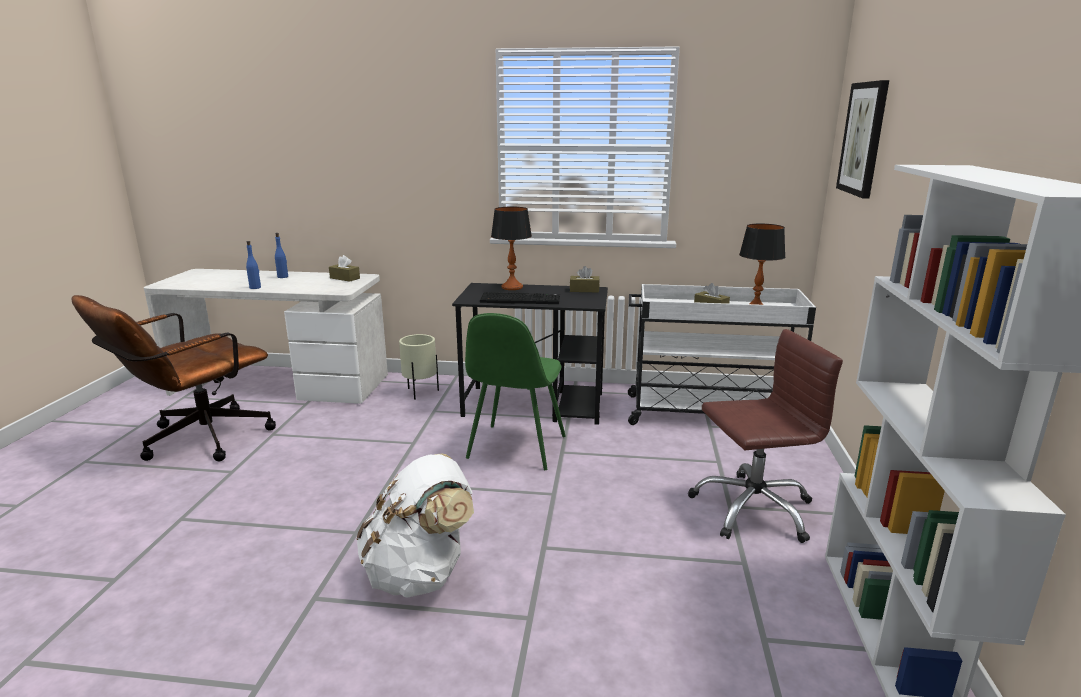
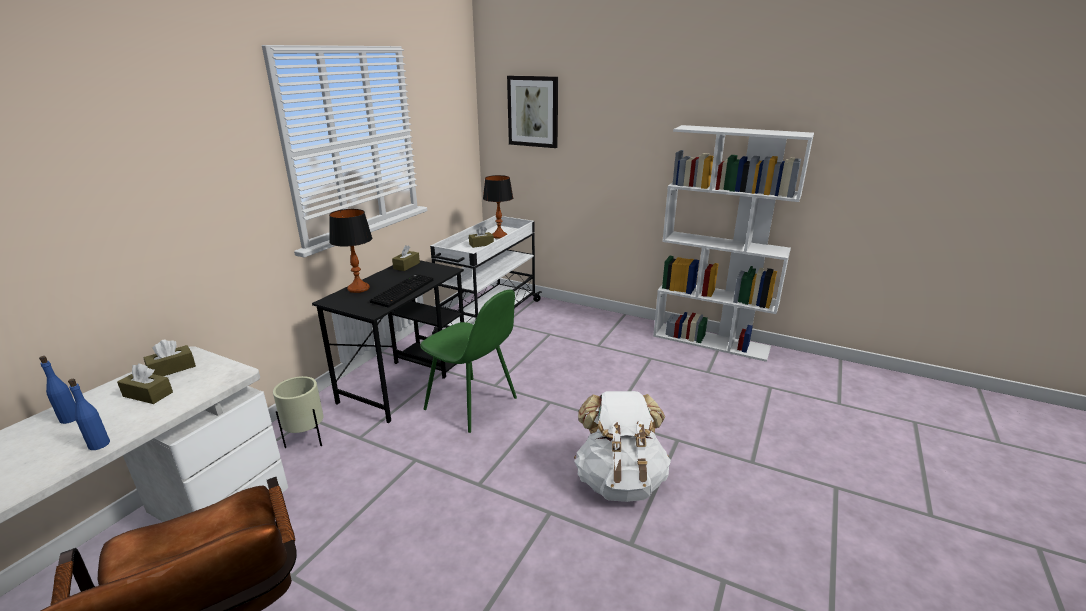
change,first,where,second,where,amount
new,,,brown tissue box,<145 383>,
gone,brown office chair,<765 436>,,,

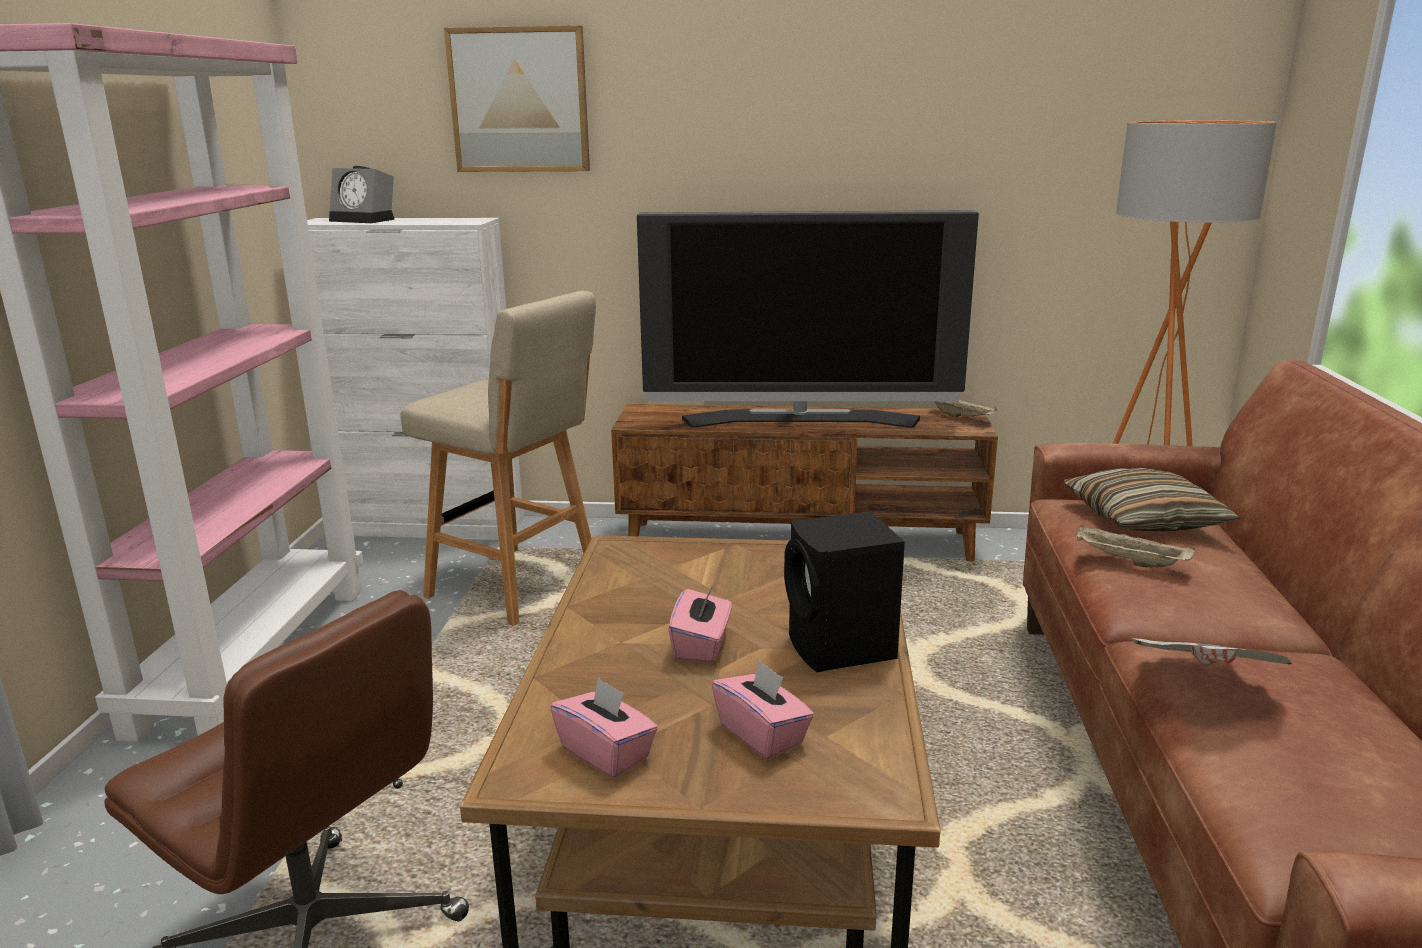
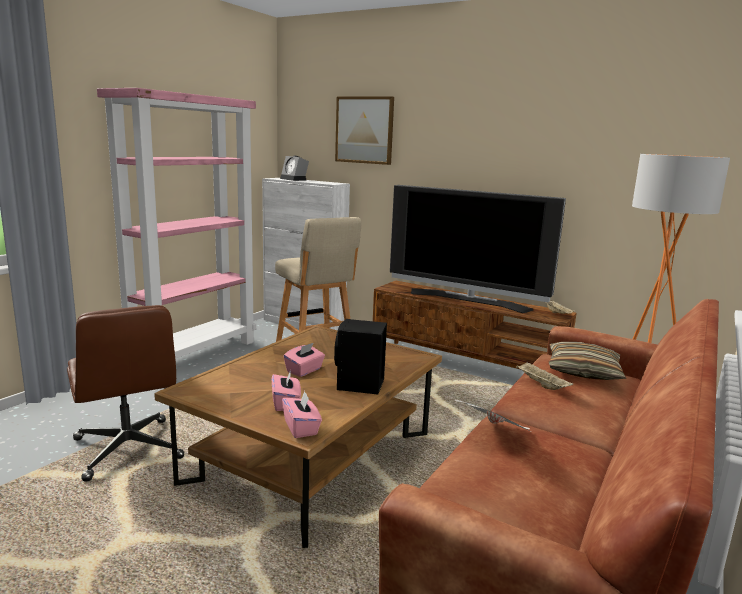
change,first,where,second,where,amount
shifted,pink tissue box,<604 727>,,<302 414>,

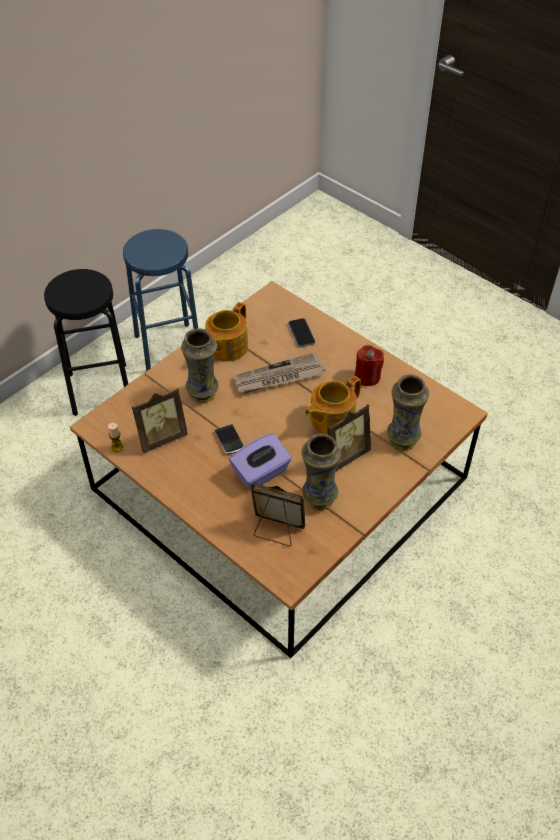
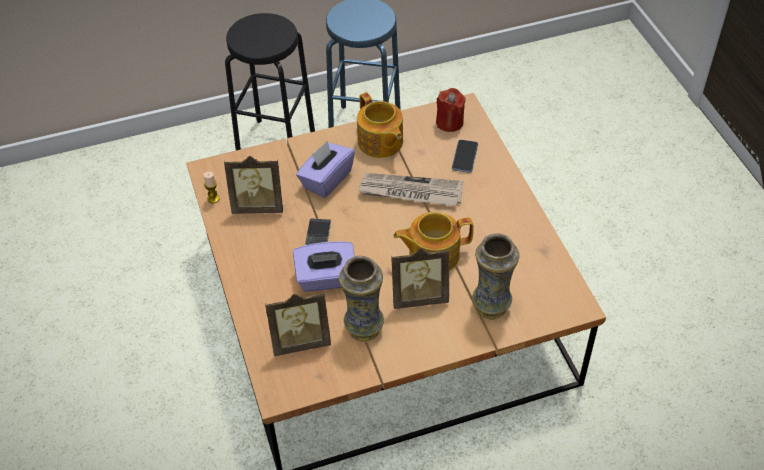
change,first,where,second,where,amount
rotated,picture frame,<278 514>,,<298 324>,120 degrees clockwise
swapped,vase,<199 365>,purple tissue box,<325 169>,
rotated,teapot,<226 331>,,<380 125>,90 degrees counterclockwise
shifted,red candle,<369 365>,,<451 110>,

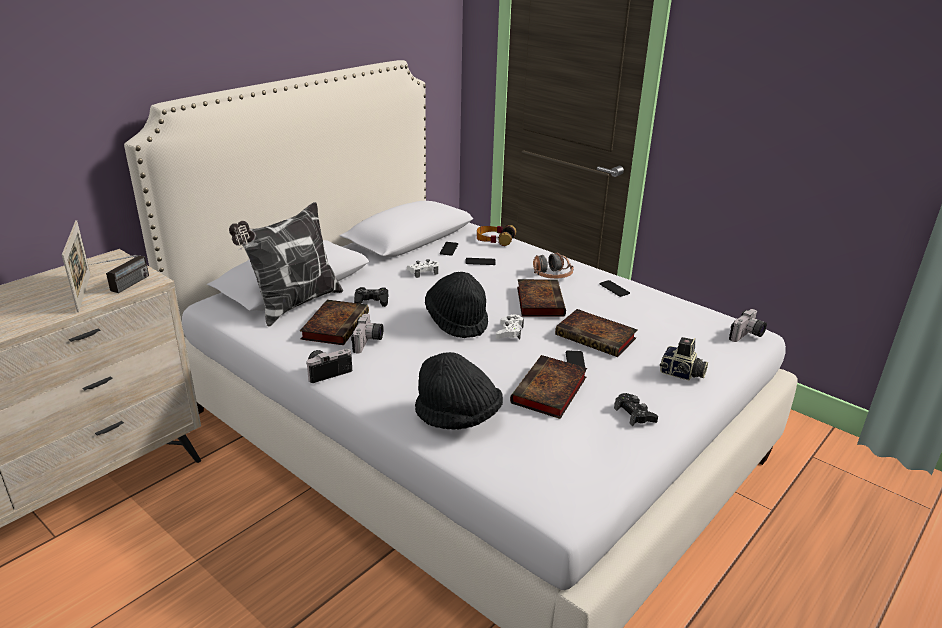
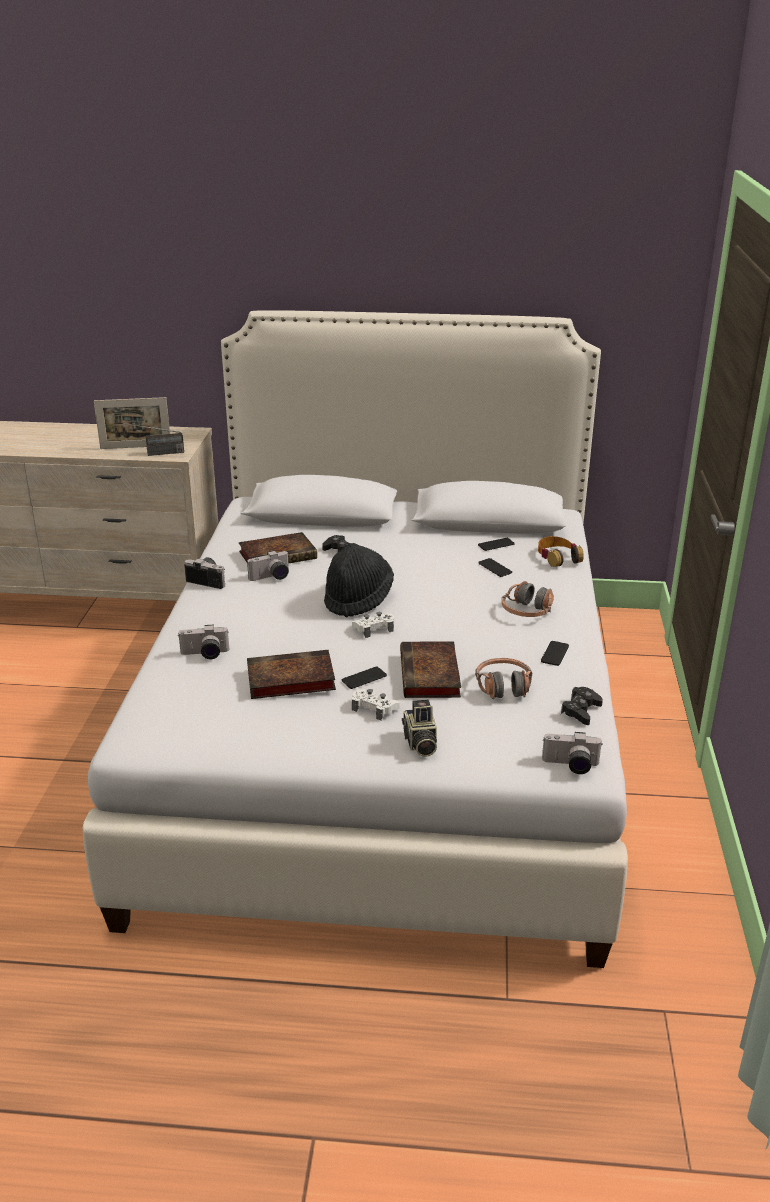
change,first,where,second,where,amount
rotated,picture frame,<76 266>,,<132 423>,45 degrees clockwise
swapped,black hat,<459 391>,photo camera,<203 641>,
shifted,white game controller,<423 268>,,<376 704>,
new,,,headphones,<503 678>,
shifted,black game controller,<636 409>,,<582 706>,
gone,pillow,<286 264>,,,
gone,book,<541 298>,,,

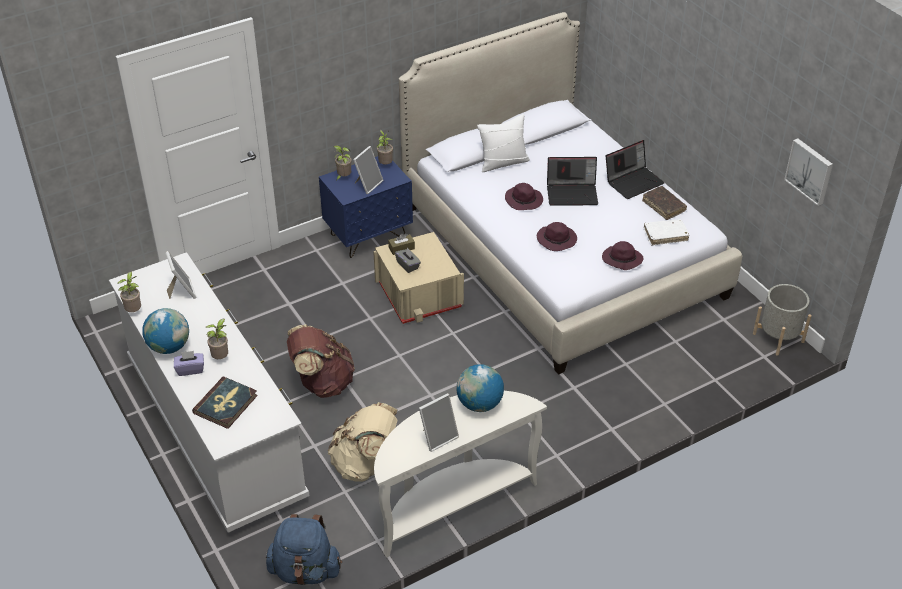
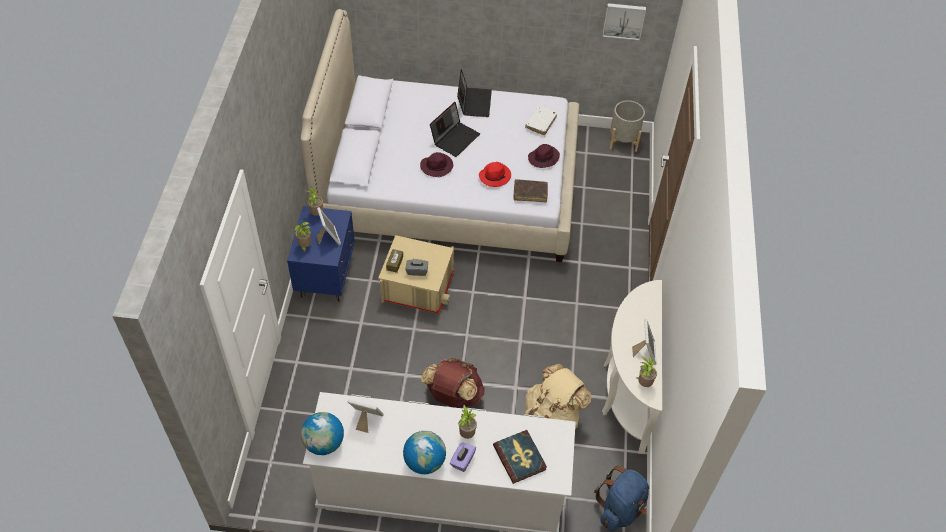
change,first,where,second,where,amount
shifted,globe,<480 388>,,<322 433>,
repainted,purple hat,<557 236>,red hat,<495 174>,
shifted,brown book,<664 203>,,<531 190>,
shifted,potted plant,<129 292>,,<647 371>,
gone,white pillow,<503 143>,,,

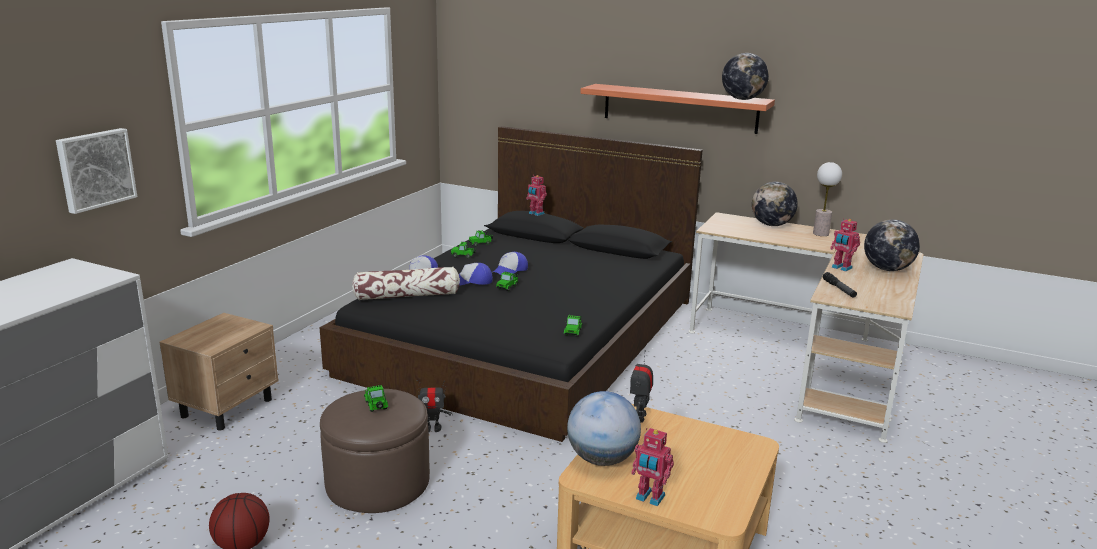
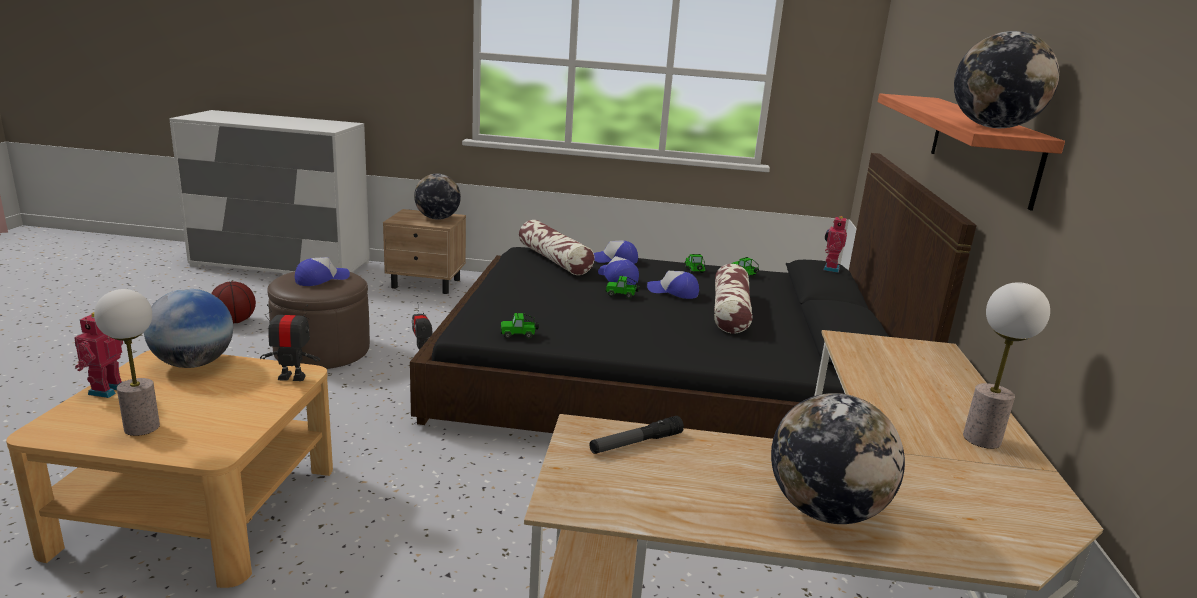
change,first,where,second,where,amount
new,,,table lamp,<127 362>,
swapped,toy car,<376 398>,cap,<322 271>,
shifted,globe,<775 204>,,<437 197>,
new,,,pillow,<733 298>,
gone,picture,<96 171>,,,
gone,toy robot,<845 244>,,,

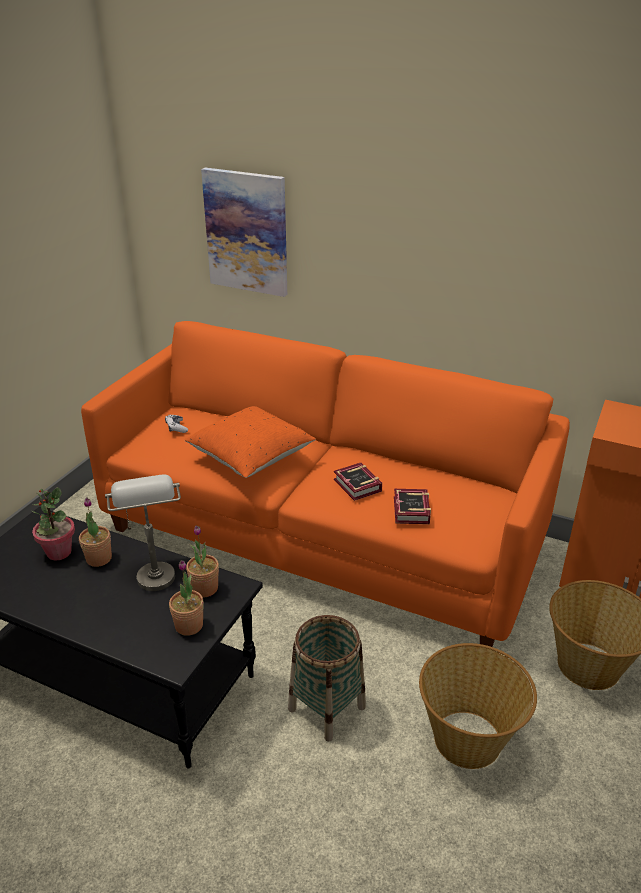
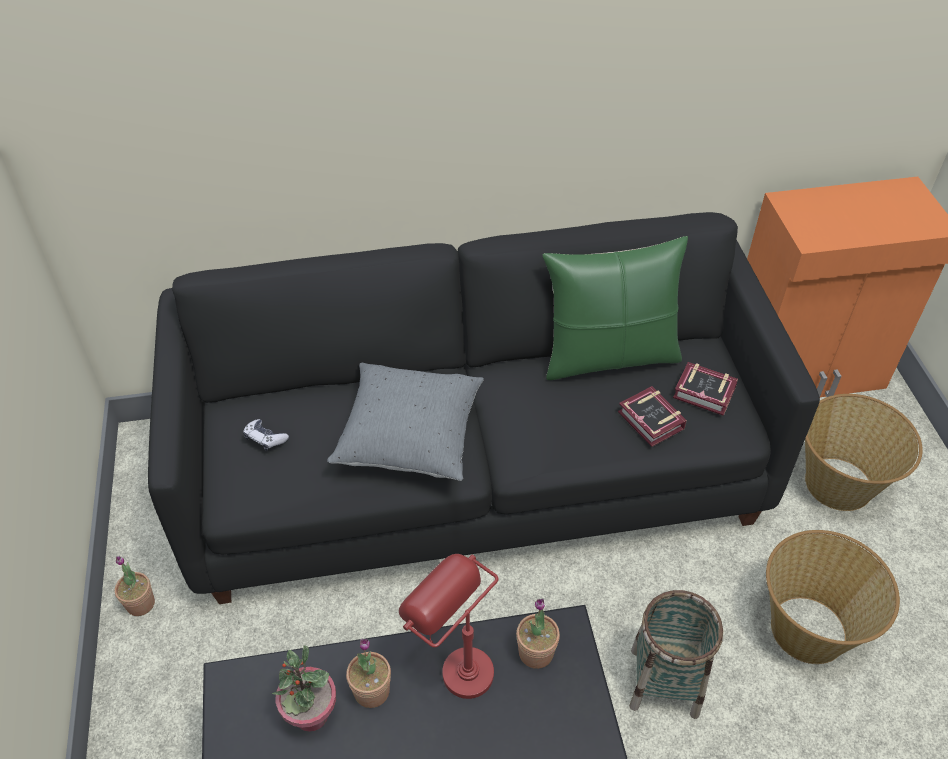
change,first,where,second,where,amount
shifted,potted plant,<186 598>,,<135 586>,
repainted,orange sofa,<325 484>,black sofa,<484 408>,
repainted,orange pillow,<250 442>,grey pillow,<405 422>,
repainted,grey table lamp,<143 532>,red table lamp,<448 626>,
new,,,green pillow,<615 308>,
shifted,book,<358 482>,,<705 389>,
gone,picture,<244 232>,,,

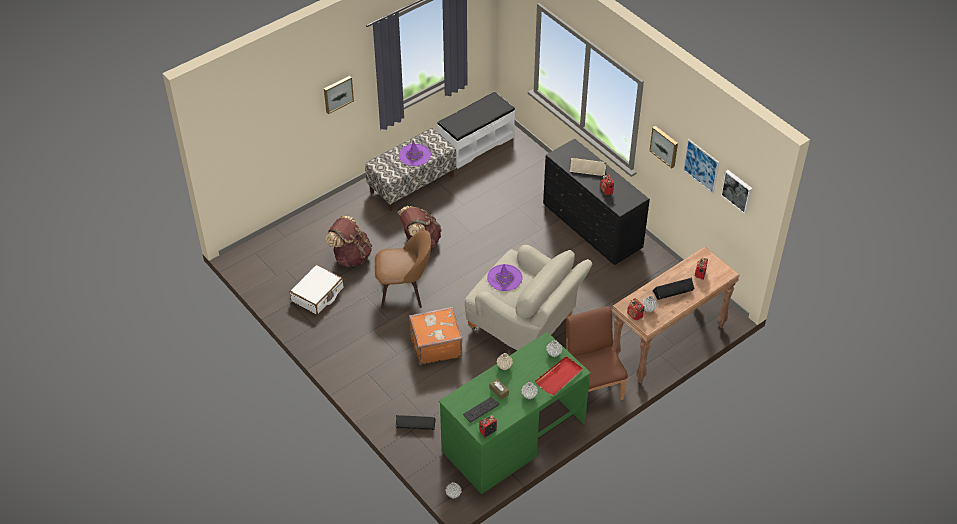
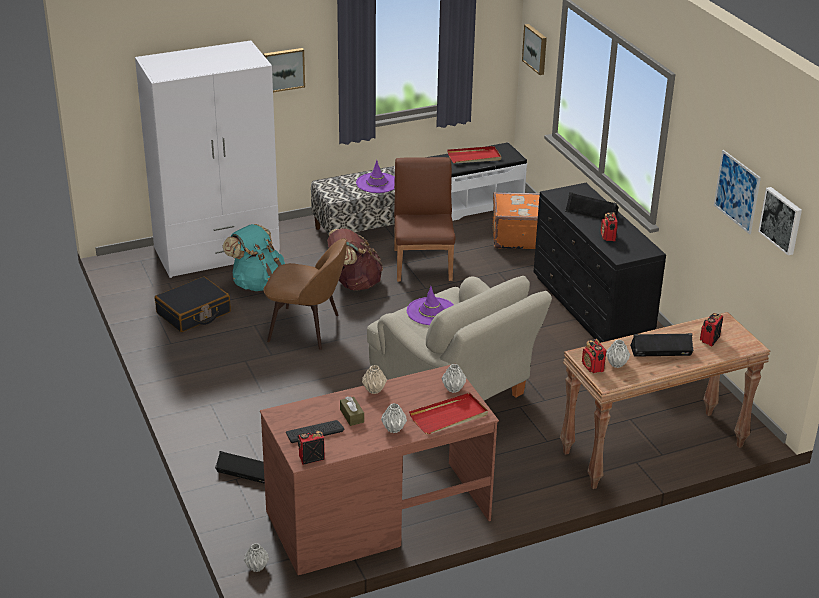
change,first,where,second,where,amount
new,,,white wardrobe,<207 159>,
repainted,white suitcase,<317 290>,black suitcase,<193 304>,
repainted,brown backpack,<348 241>,turquoise backpack,<254 257>,
repainted,green desk,<515 413>,brown desk,<379 470>,
shifted,brown chair,<596 353>,,<425 219>,
new,,,red tray,<474 154>,
shifted,orange suitcase,<436 336>,,<516 220>,
shifted,picture,<663 147>,,<534 49>,
repainted,beige speaker,<588 167>,black speaker,<592 206>,

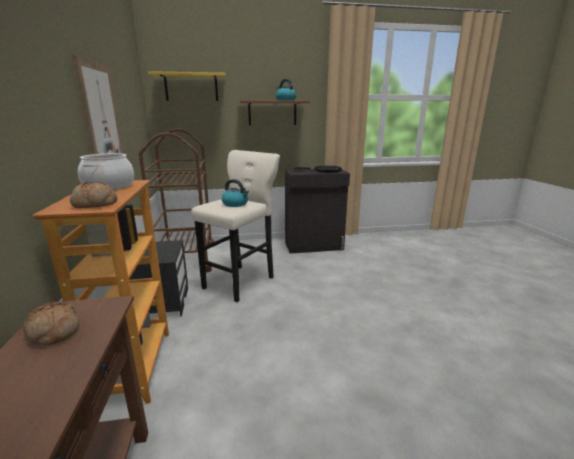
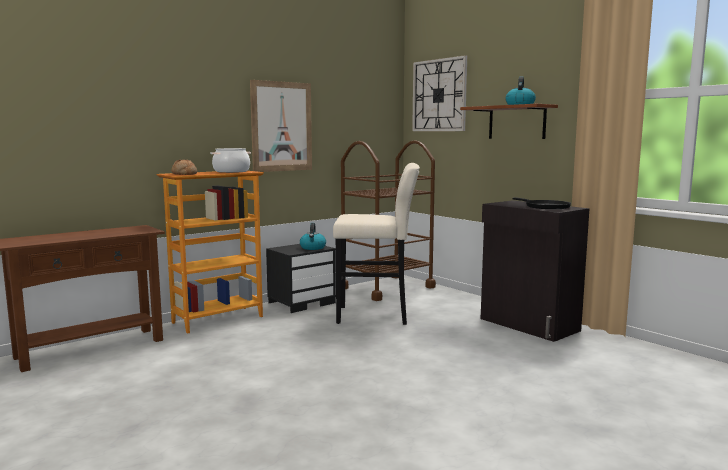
change,first,where,second,where,amount
shifted,kettle,<235 193>,,<313 236>,
swapped,yellow shelf,<187 86>,wall clock,<439 93>,
gone,bread,<51 323>,,,

